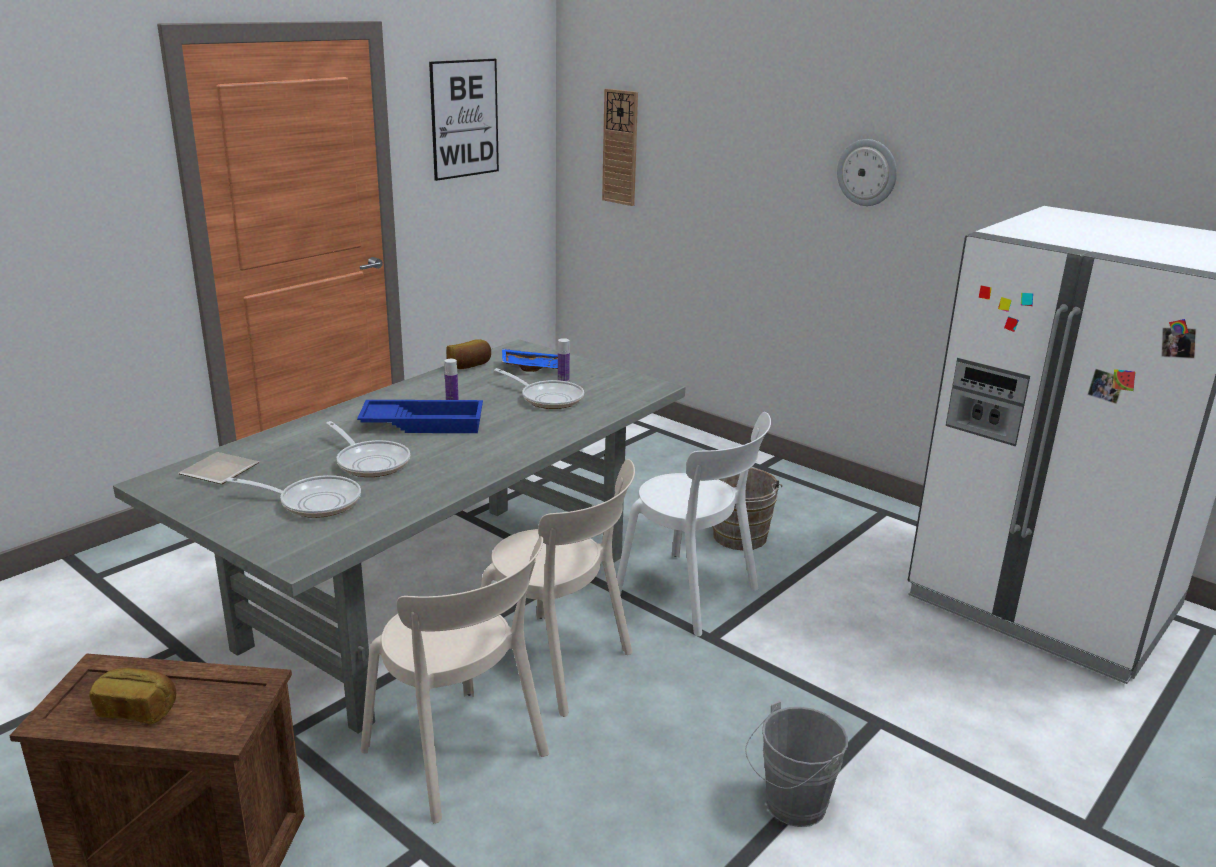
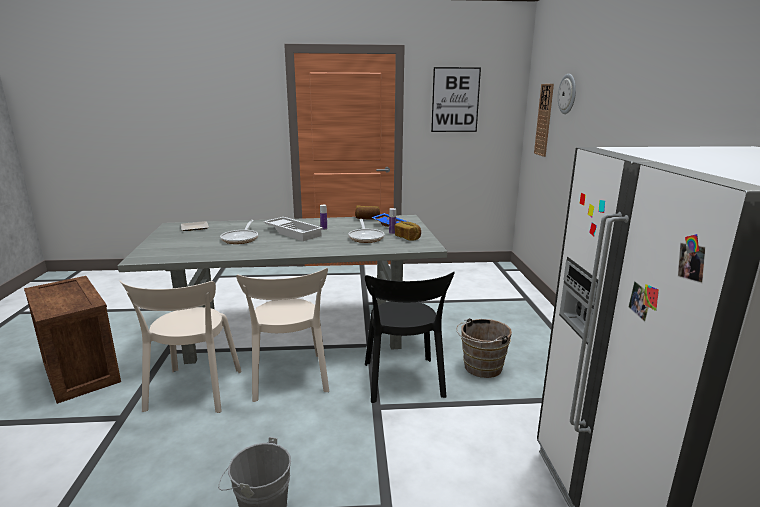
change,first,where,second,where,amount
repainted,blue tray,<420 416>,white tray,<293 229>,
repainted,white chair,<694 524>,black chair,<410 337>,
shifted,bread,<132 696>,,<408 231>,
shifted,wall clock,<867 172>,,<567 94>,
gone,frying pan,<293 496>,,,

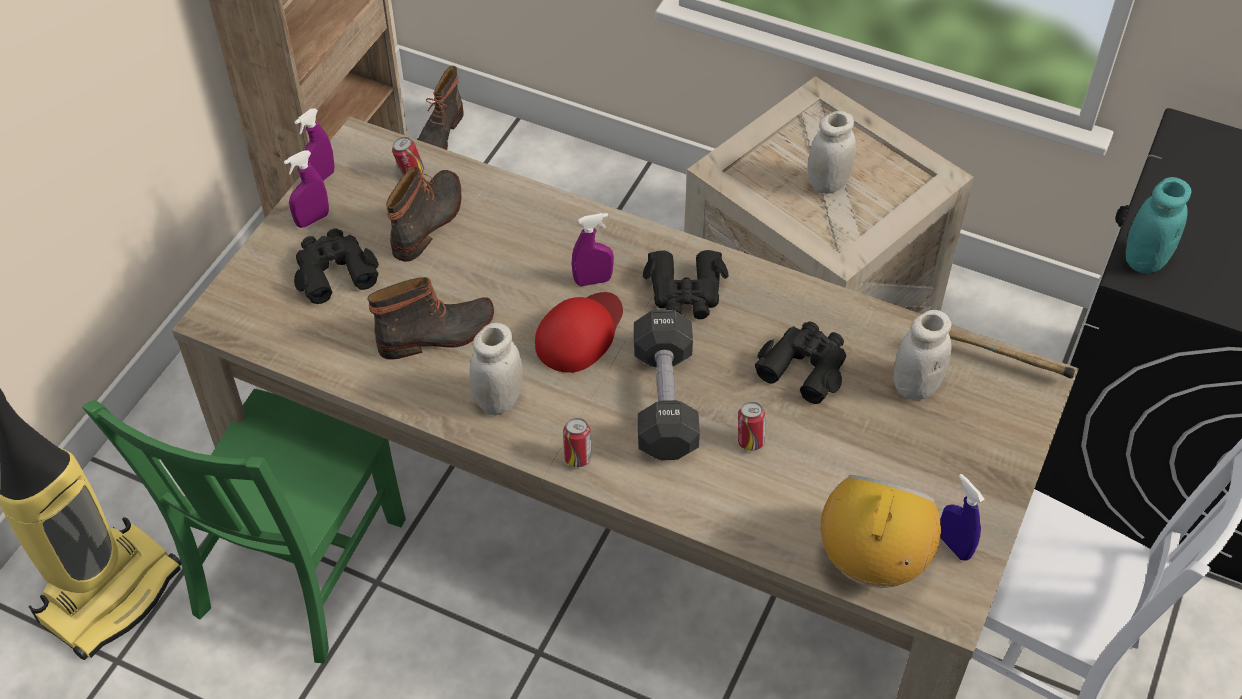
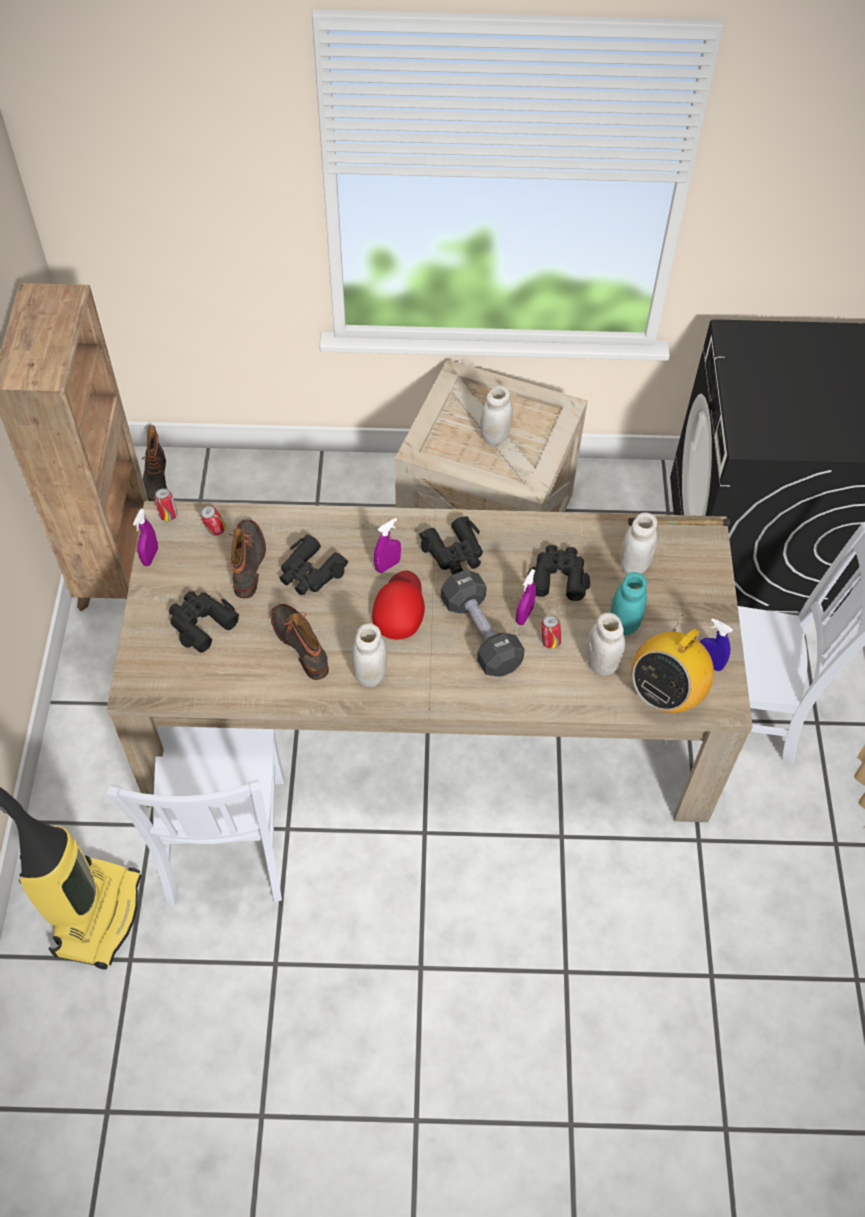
change,first,where,second,where,amount
repainted,green chair,<244 526>,white chair,<195 816>,
shifted,can,<577 442>,,<166 504>,
rotated,boot,<430 318>,,<299 642>,75 degrees counterclockwise
new,,,black binoculars,<314 564>,
shifted,purple spray bottle,<306 189>,,<526 597>,
new,,,white jar,<605 644>,
shifted,turquoise jar,<1159 225>,,<628 604>,
rotated,radio,<881 531>,,<672 664>,135 degrees counterclockwise

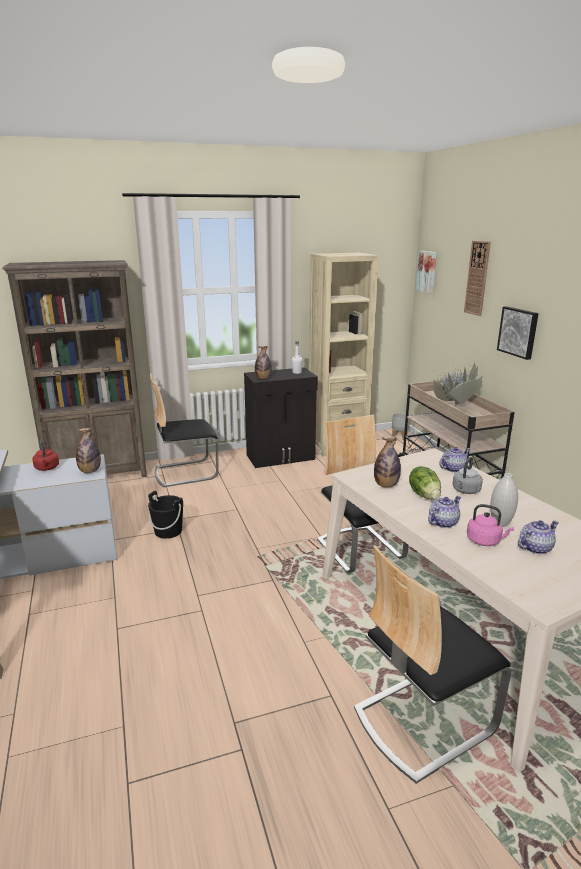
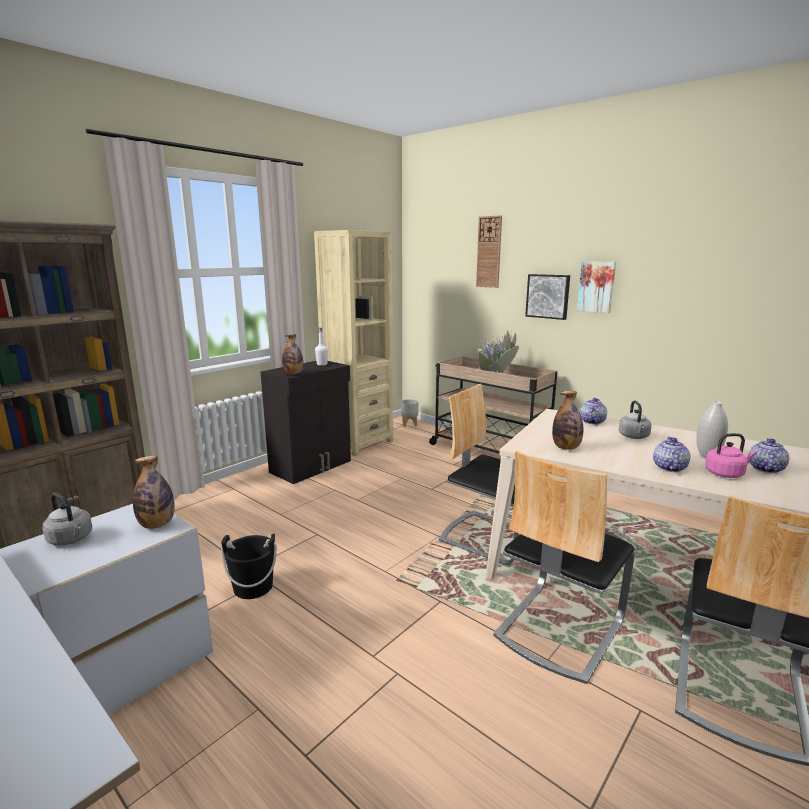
change,first,where,second,where,amount
repainted,red kettle,<46 455>,grey kettle,<67 519>,
shifted,chair,<184 430>,,<563 567>,
shifted,picture,<426 272>,,<596 287>,
gone,lettuce,<425 483>,,,

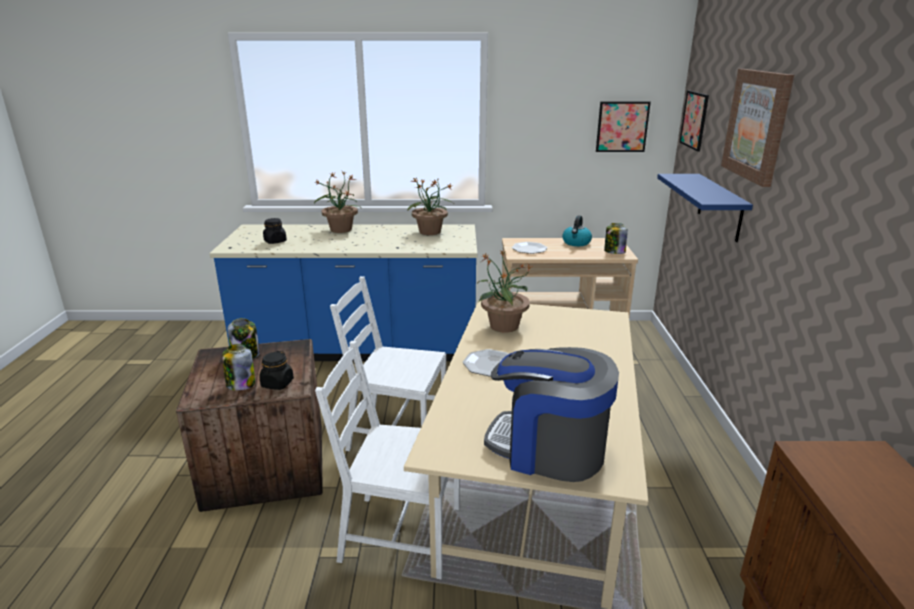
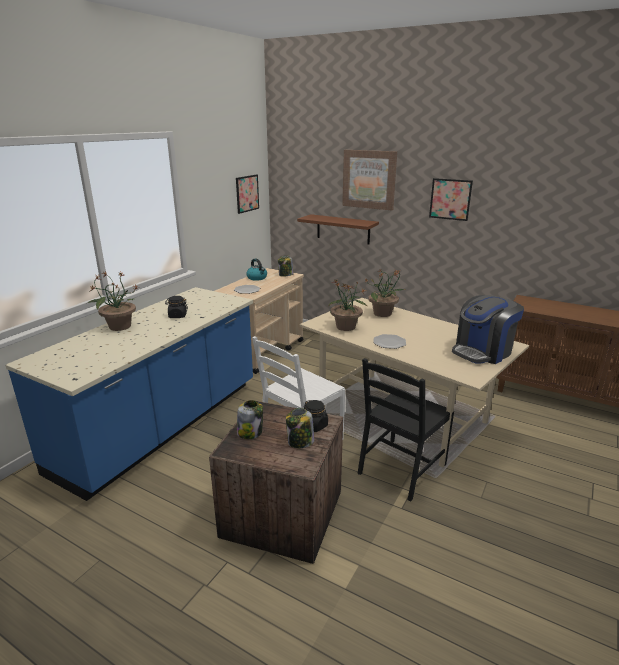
change,first,where,second,where,amount
shifted,black jar,<275 231>,,<176 307>,
repainted,blue shelf,<705 208>,brown shelf,<338 229>,
repainted,white chair,<387 460>,black chair,<405 430>,
shifted,potted plant,<431 206>,,<385 293>,
shifted,picture,<694 120>,,<451 199>,

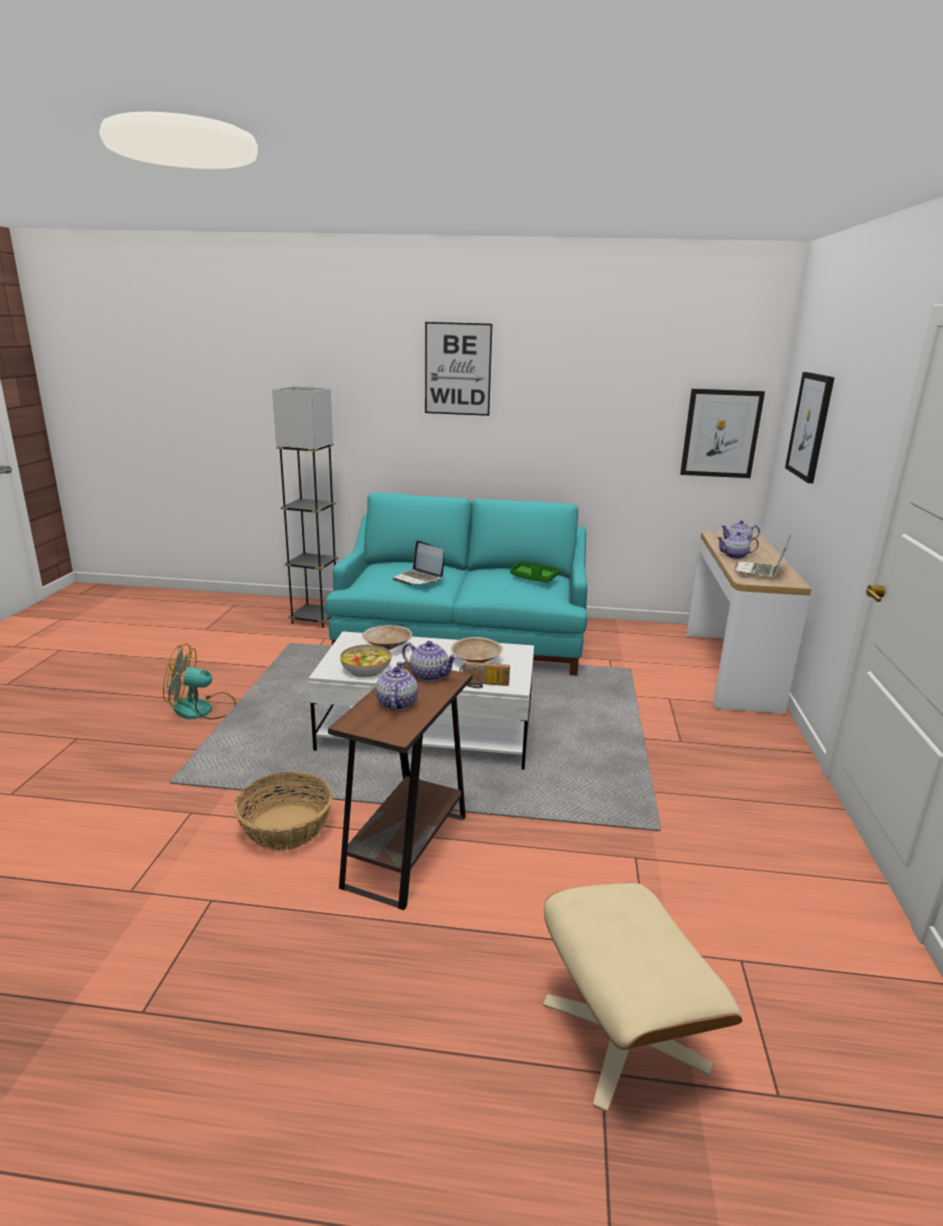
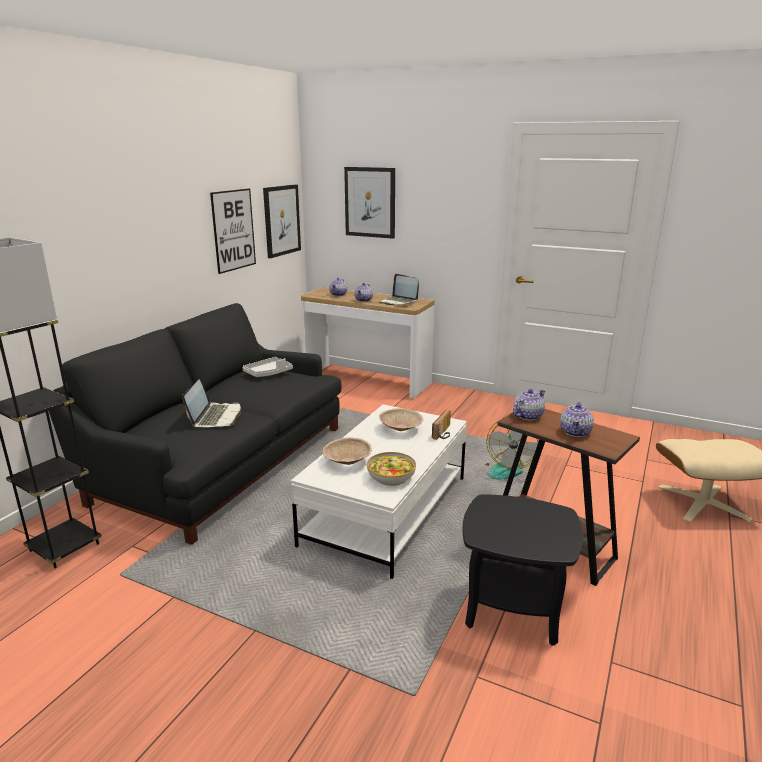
change,first,where,second,where,amount
repainted,turquoise sofa,<456 584>,black sofa,<195 424>,
rotated,laptop,<418 562>,,<211 403>,60 degrees counterclockwise
shifted,picture,<458 369>,,<233 231>,
repainted,green tray,<535 572>,grey tray,<267 367>,
swapped,basket,<283 811>,black side table,<522 570>,
shifted,fan,<199 681>,,<512 450>,
rotated,teapot,<397 686>,,<577 419>,90 degrees counterclockwise

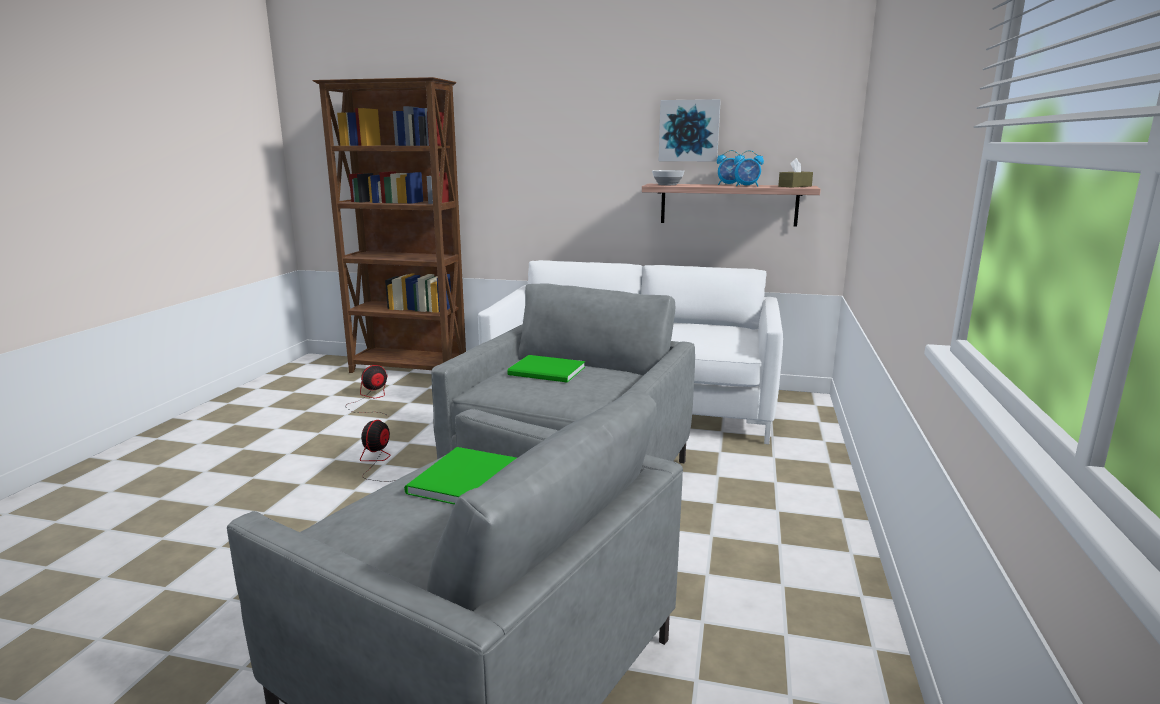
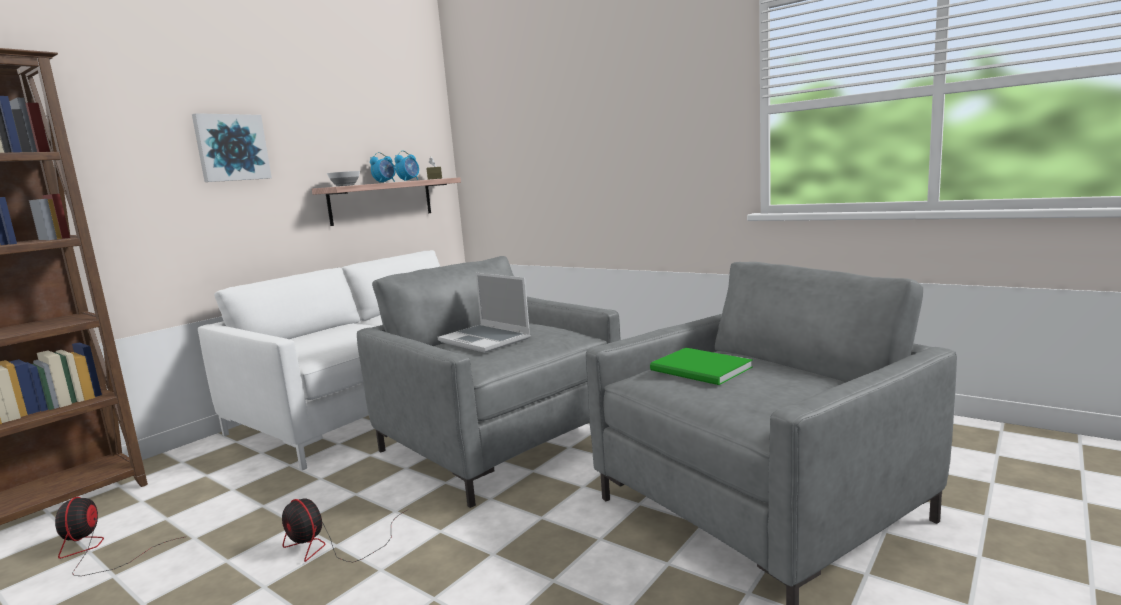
change,first,where,second,where,amount
shifted,picture,<690 130>,,<232 147>,
swapped,green book,<546 369>,laptop,<484 313>,

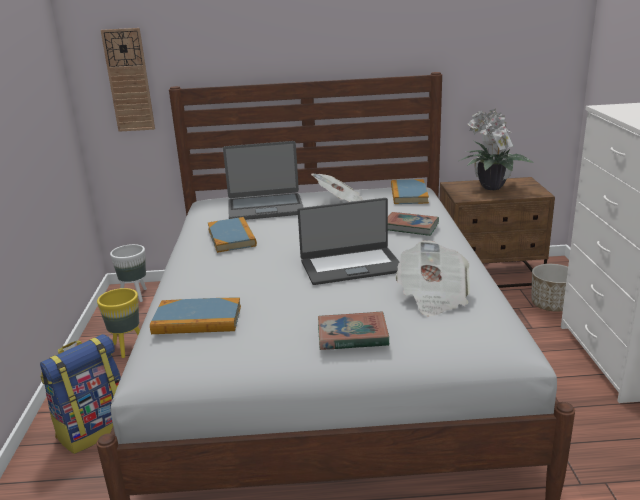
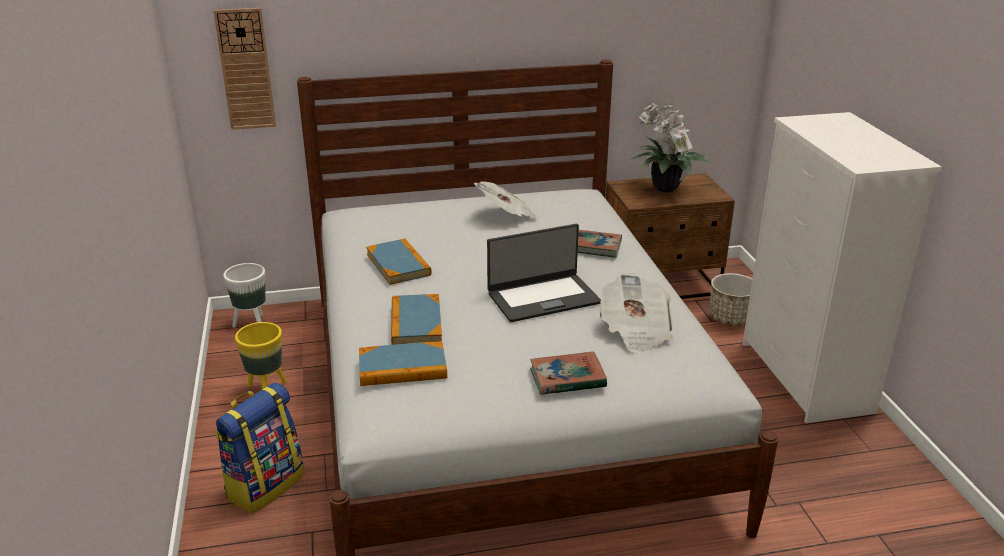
change,first,where,second,where,amount
shifted,book,<410 191>,,<416 319>,
gone,laptop,<263 180>,,,

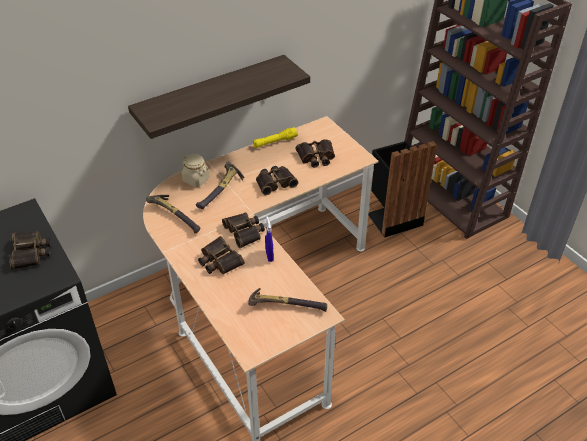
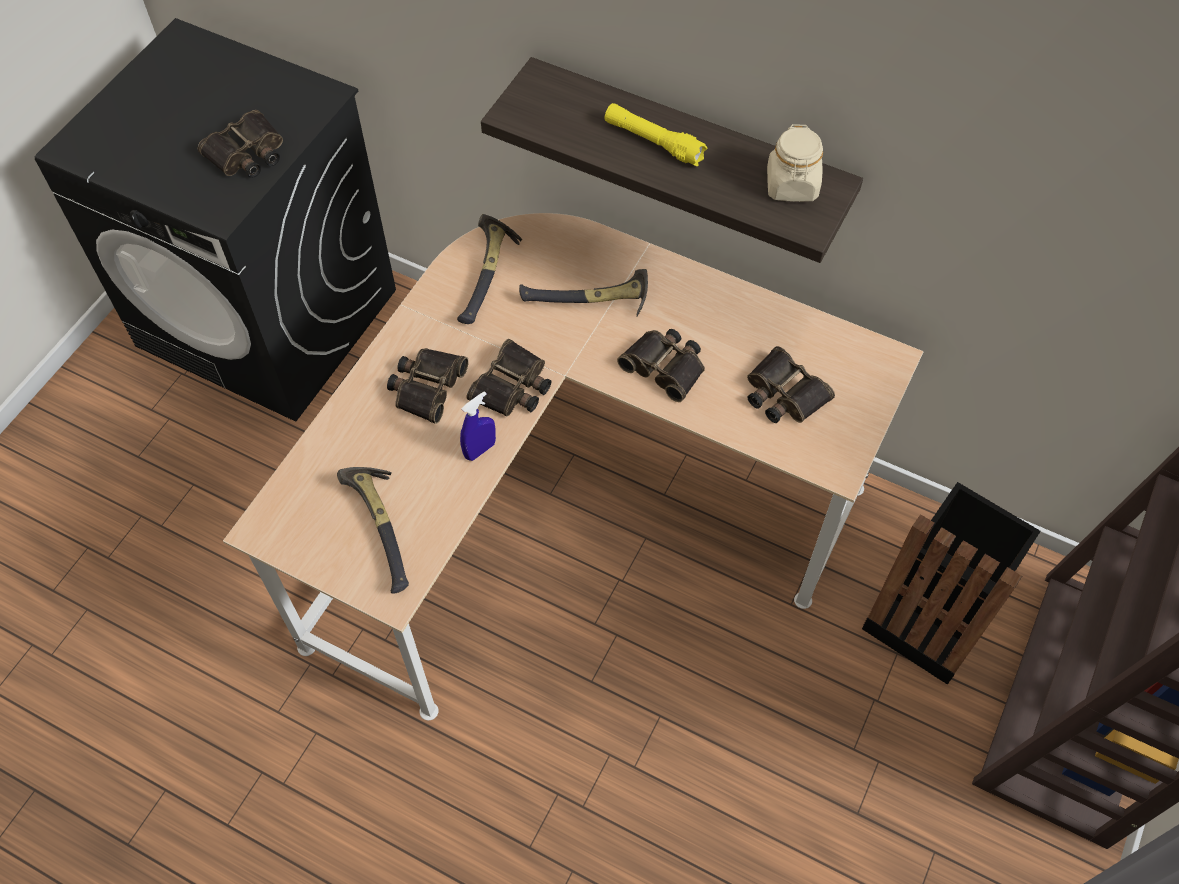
change,first,where,second,where,amount
shifted,yellow flashlight,<275 137>,,<656 134>,
shifted,beige jar,<196 170>,,<795 163>,

